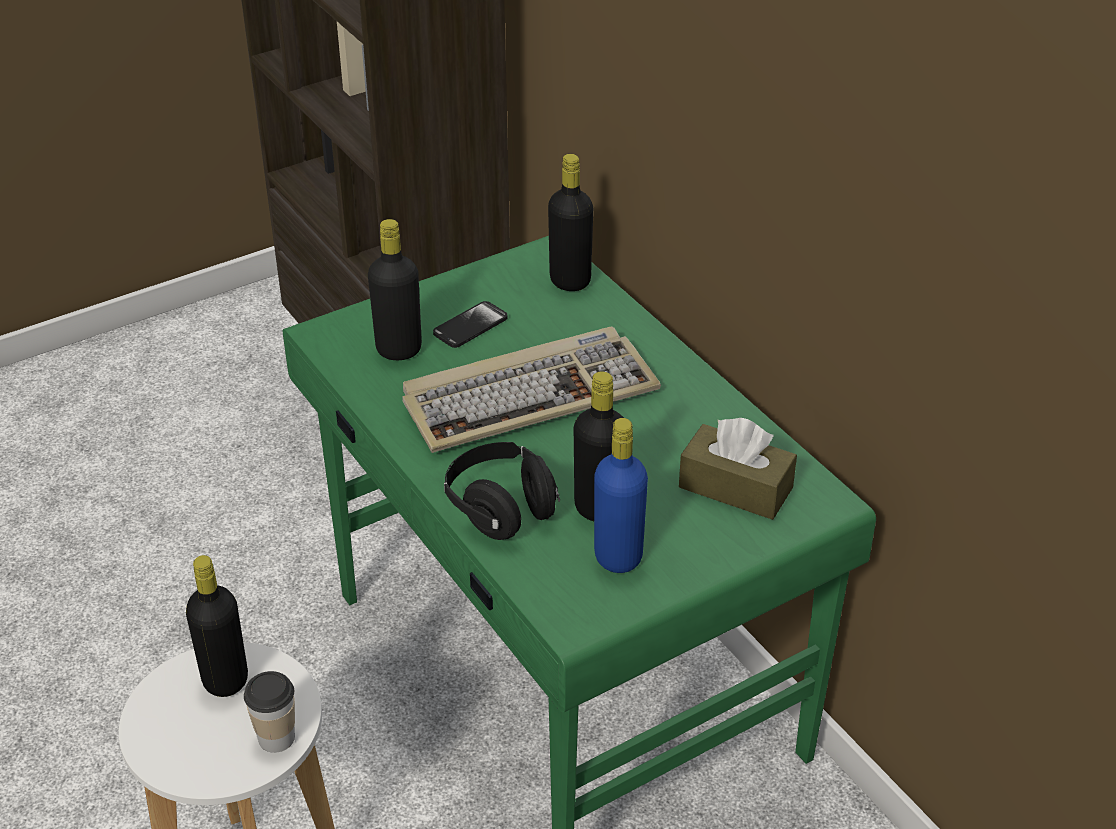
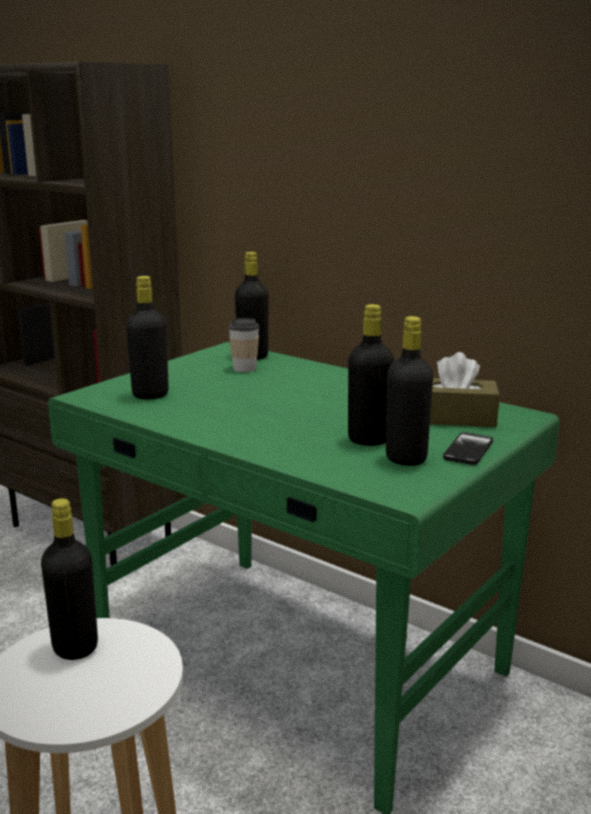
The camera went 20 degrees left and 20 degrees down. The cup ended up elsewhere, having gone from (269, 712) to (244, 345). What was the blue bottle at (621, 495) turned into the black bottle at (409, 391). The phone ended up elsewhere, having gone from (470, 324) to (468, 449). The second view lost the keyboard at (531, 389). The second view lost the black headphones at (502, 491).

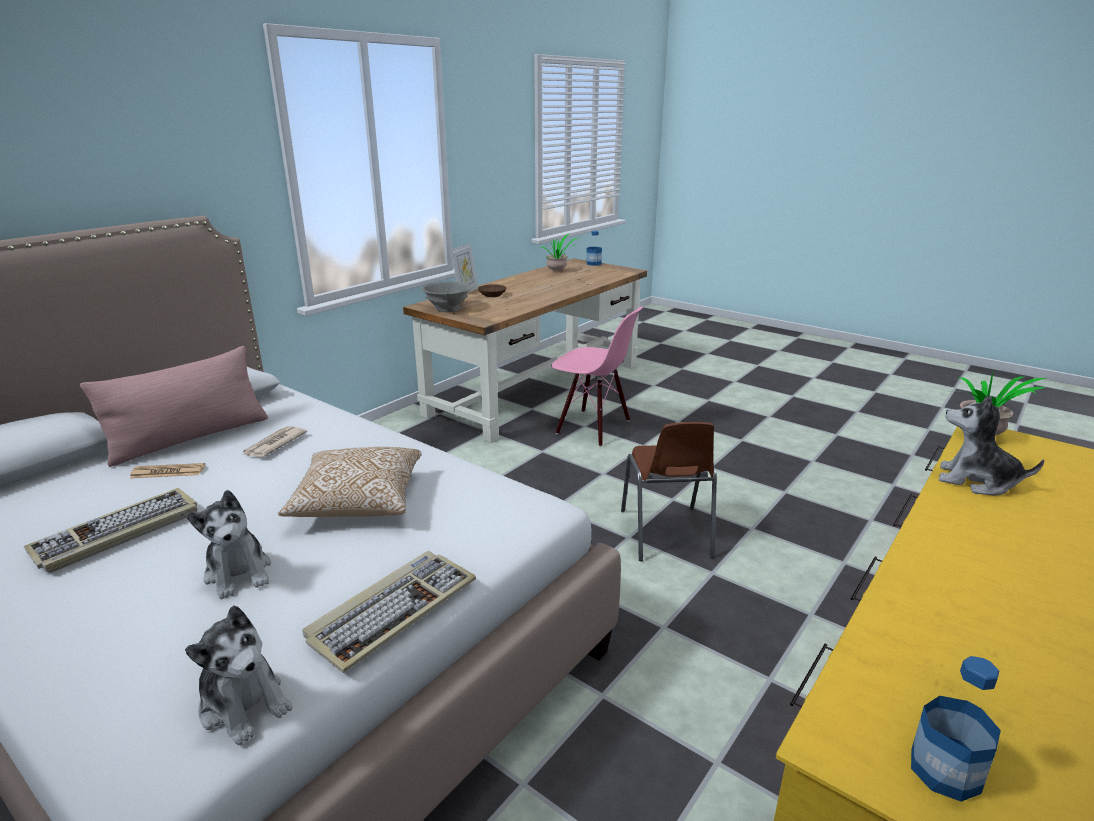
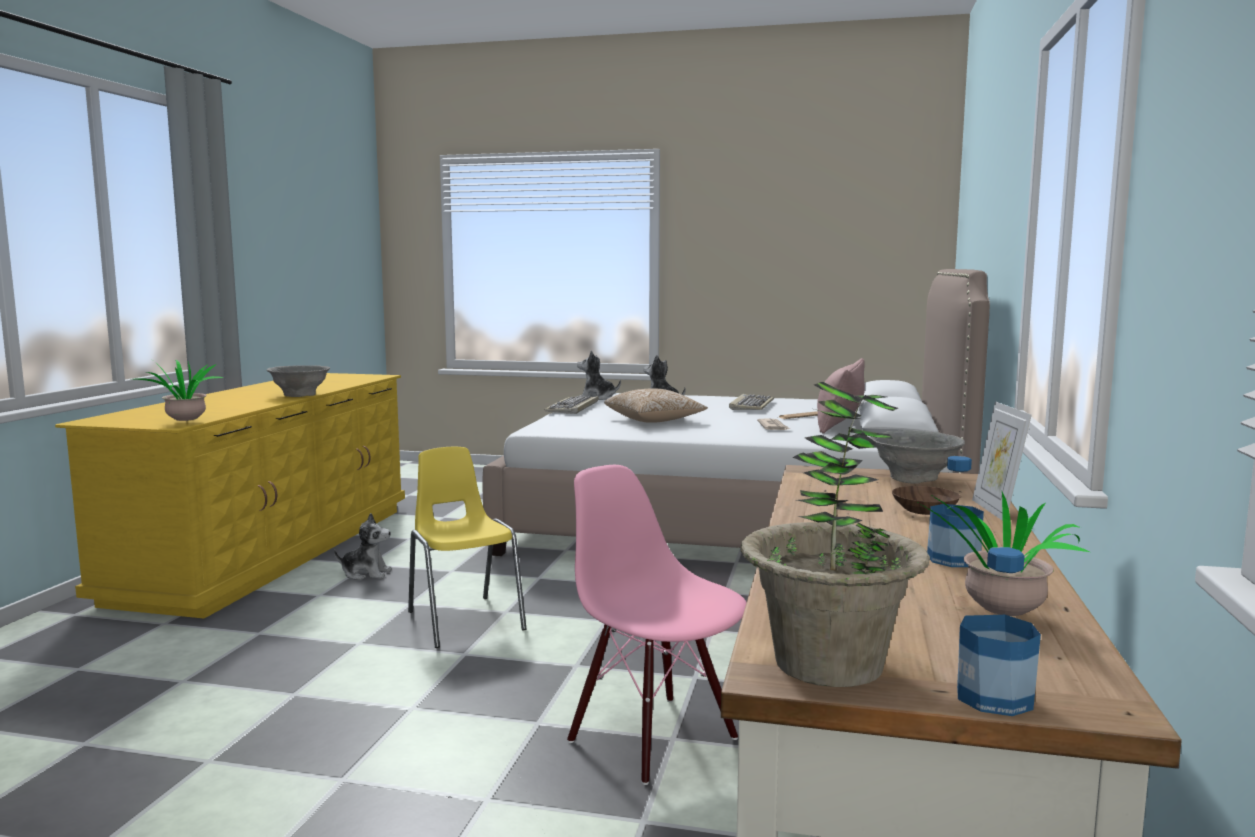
The camera went 155 degrees right and 15 degrees down. The second view gained the grey bowl at (298, 381). The plush toy ended up elsewhere, having gone from (991, 446) to (363, 546). What was the brown chair at (669, 491) turned into the yellow chair at (467, 547). The pink chair at (597, 376) ended up facing another way, 45 degrees clockwise from before. The second view gained the potted plant at (835, 534). The bottle ended up elsewhere, having gone from (956, 728) to (955, 511).

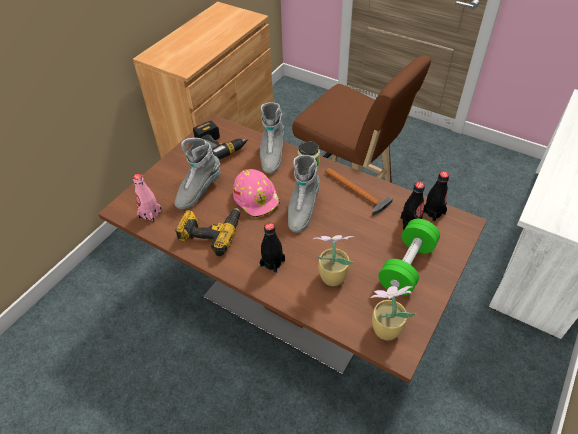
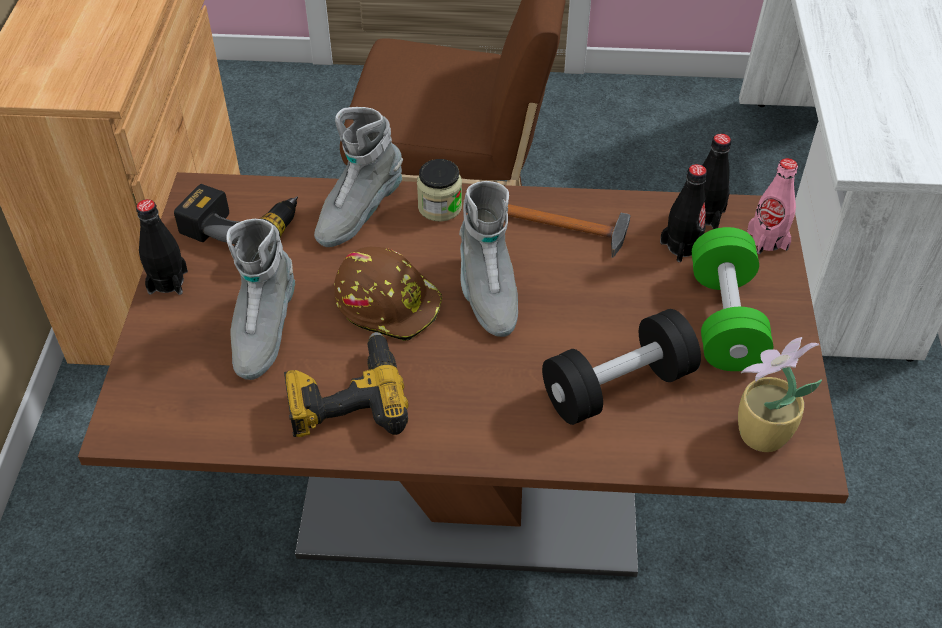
The camera went 30 degrees left and 0 degrees up. The black bottle ended up elsewhere, having gone from (272, 248) to (162, 247). The grey boot at (272, 138) ended up facing another way, 60 degrees clockwise from before. What was the pink hard hat at (256, 193) turned into the brown hard hat at (388, 294). Where the potted plant stood at (334, 260), the black dumbbell came to stand at (621, 367). The pink bottle ended up elsewhere, having gone from (147, 198) to (772, 206).

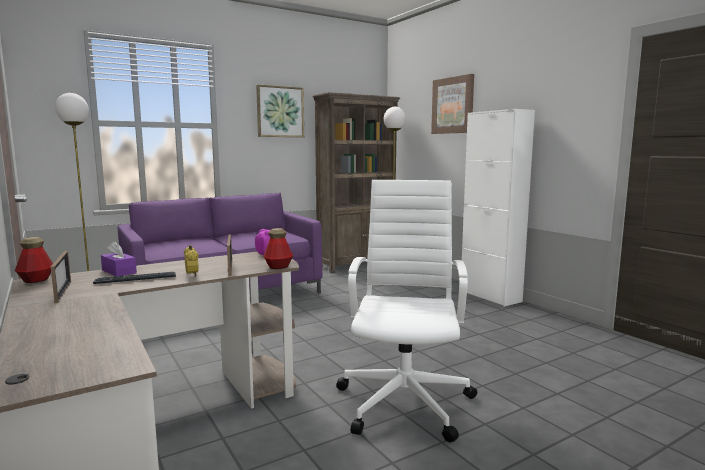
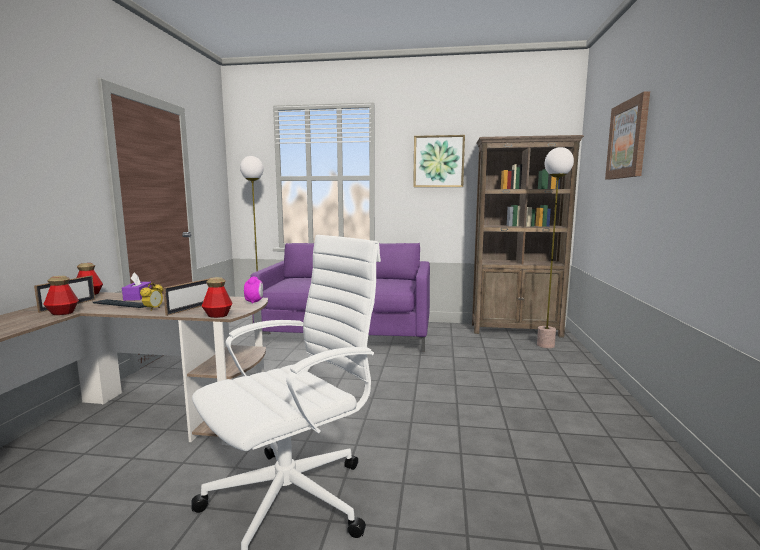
The camera went 40 degrees right and 0 degrees up. The second view gained the bottle at (61, 295). The second view lost the white cabinet at (498, 208).

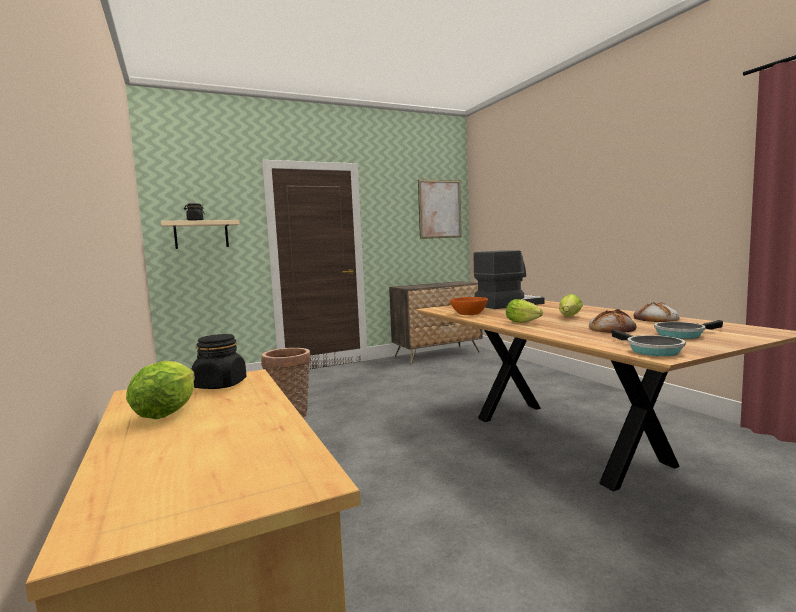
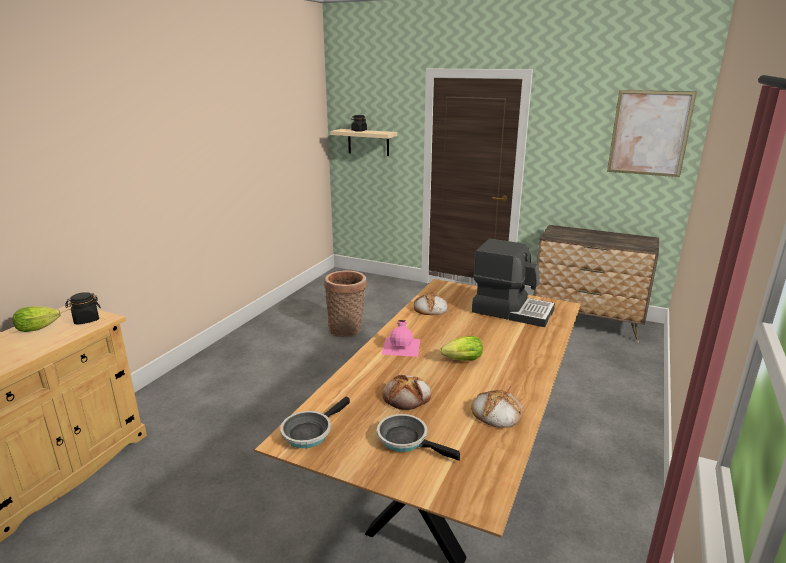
The camera went 50 degrees right and 15 degrees up. Where the lettuce stood at (524, 311), the pink bottle came to stand at (400, 338). Where the orange bowl stood at (469, 306), the bread came to stand at (431, 303).

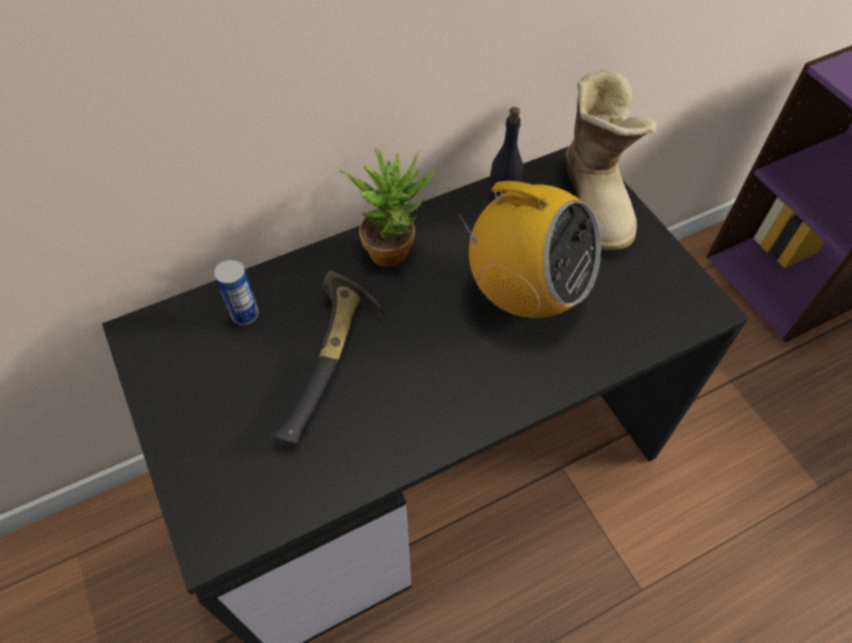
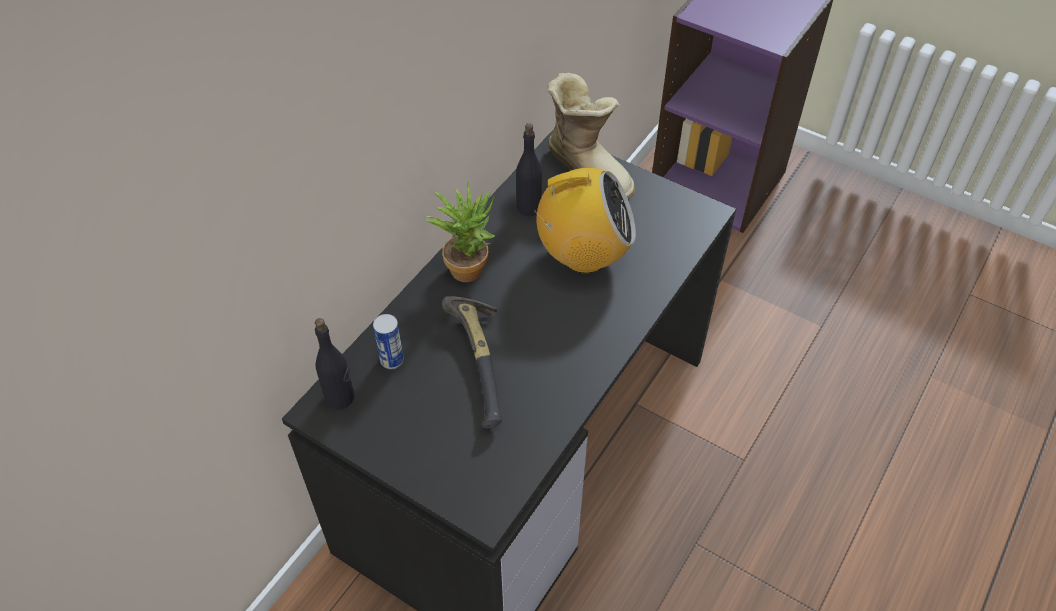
The camera went 30 degrees left and 5 degrees down. The second view gained the black bottle at (335, 364).

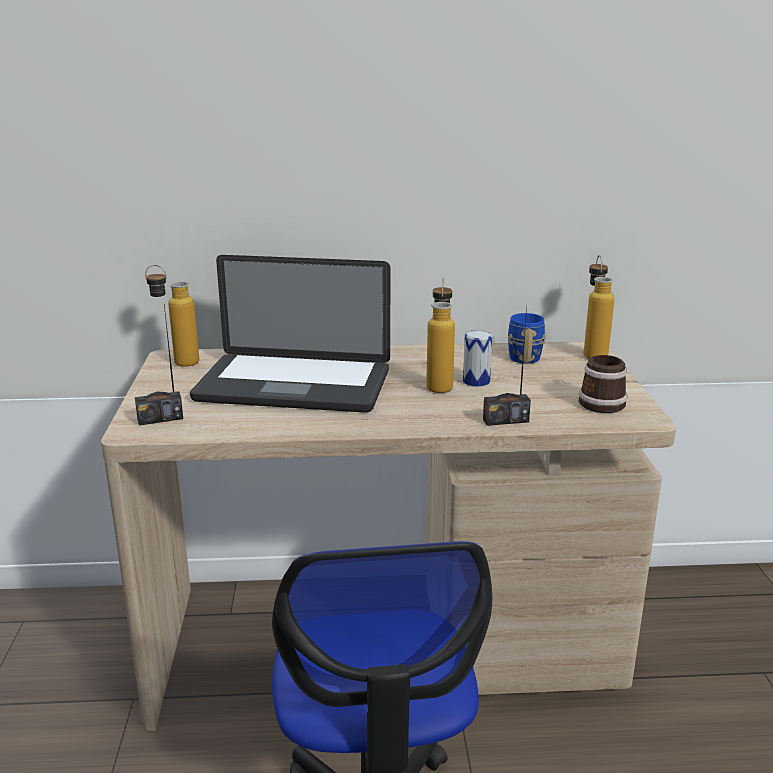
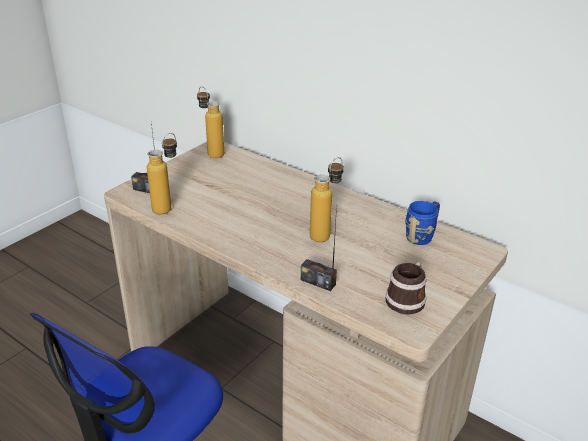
The camera went 40 degrees right and 10 degrees up. The bottle ended up elsewhere, having gone from (599, 307) to (162, 173). The second view lost the laptop at (290, 334). The second view lost the can at (477, 358).

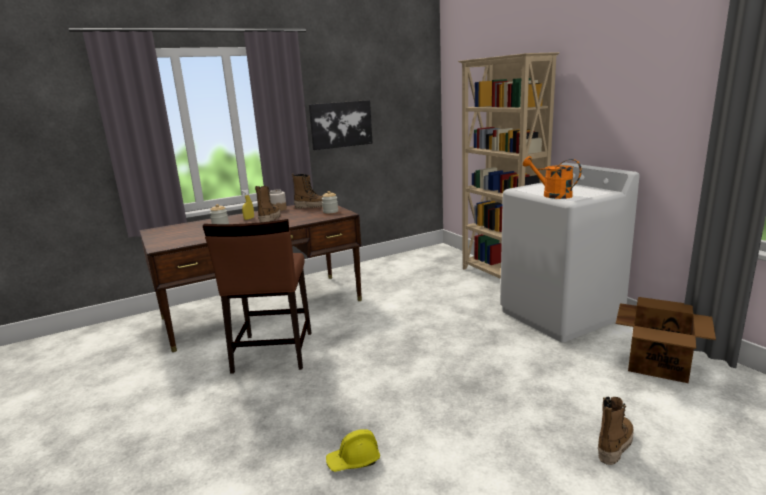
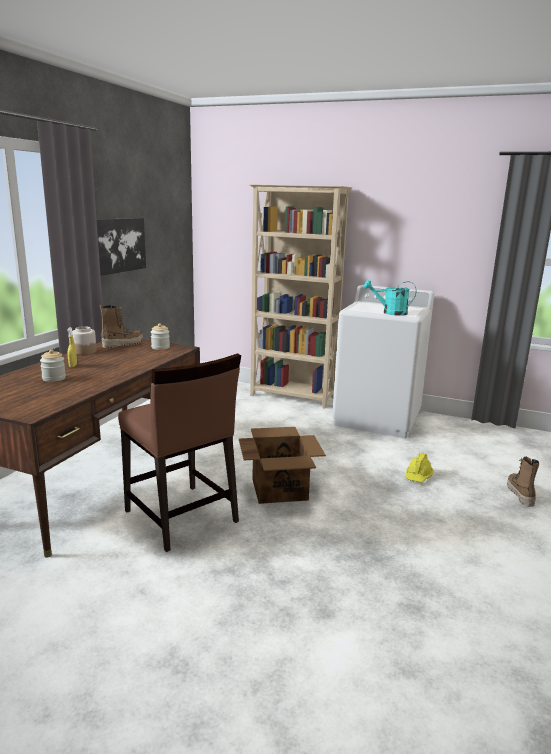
The camera went 40 degrees left and 0 degrees up. The cardboard box ended up elsewhere, having gone from (666, 340) to (282, 465). What was the orange watering can at (552, 177) turned into the turquoise watering can at (389, 297). The yellow hard hat ended up elsewhere, having gone from (353, 450) to (419, 467). The second view lost the boot at (268, 204).

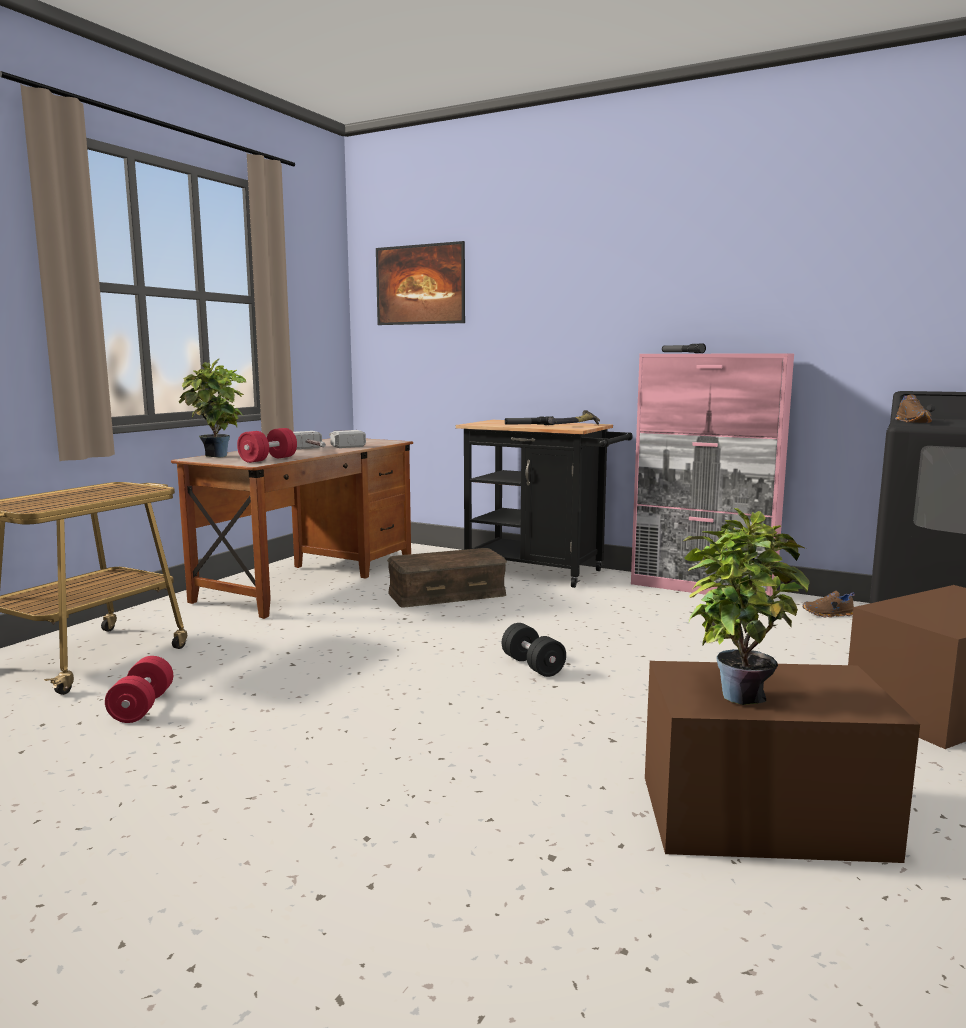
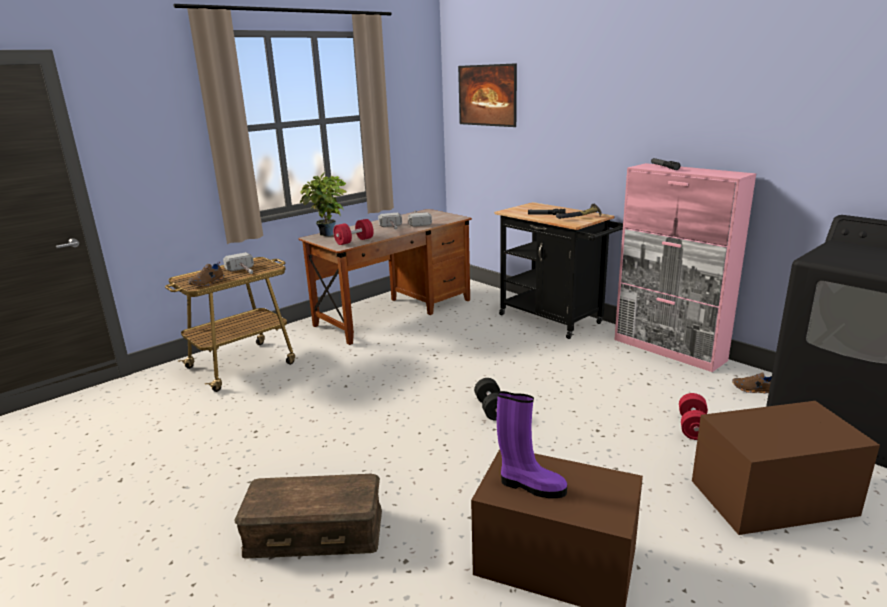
The camera went 20 degrees right and 10 degrees up. The brown shoe ended up elsewhere, having gone from (913, 409) to (206, 273). The second view gained the hammer at (238, 263). The brown storage box ended up elsewhere, having gone from (447, 577) to (308, 516). Where the potted plant stood at (746, 606), the purple boot came to stand at (532, 444). The red dumbbell ended up elsewhere, having gone from (139, 689) to (693, 416).

